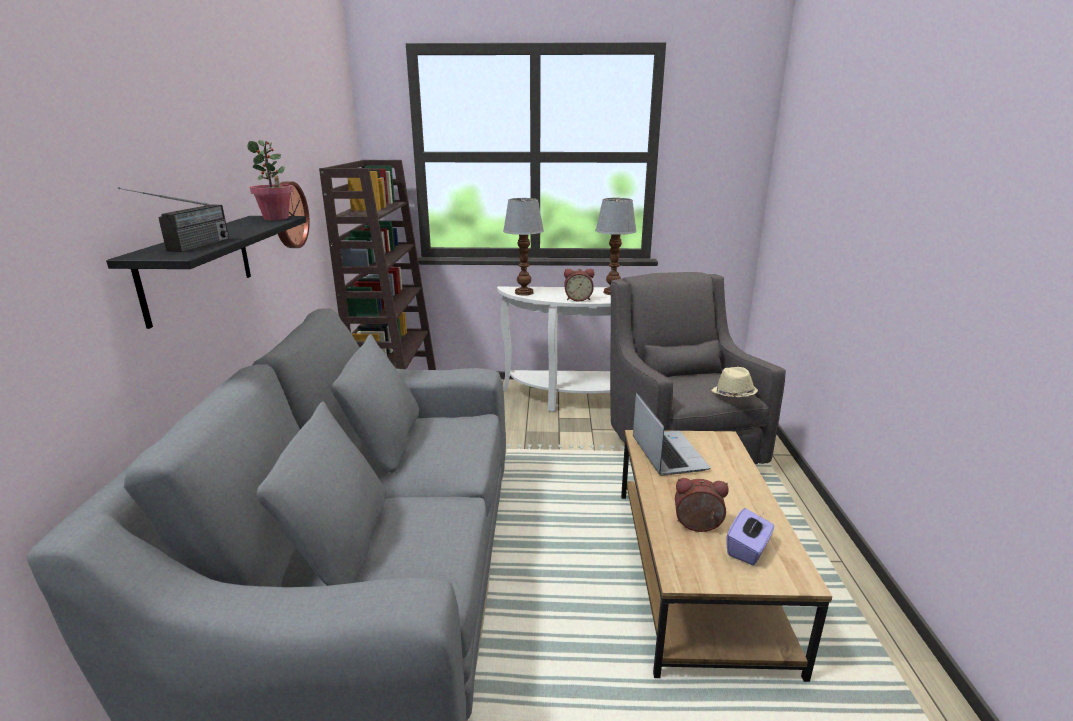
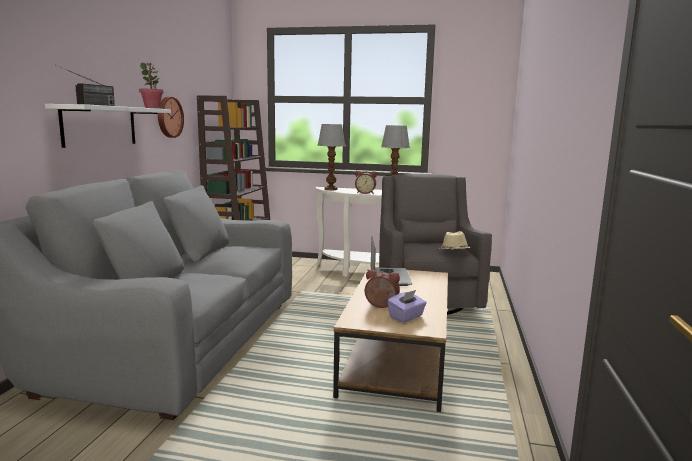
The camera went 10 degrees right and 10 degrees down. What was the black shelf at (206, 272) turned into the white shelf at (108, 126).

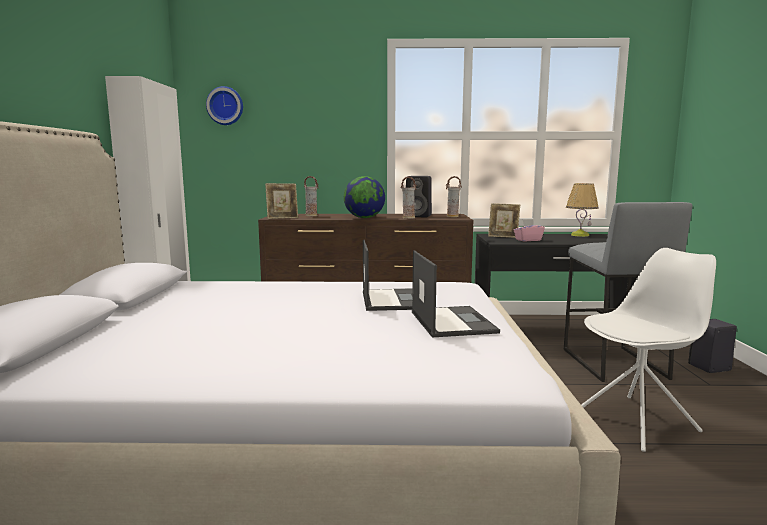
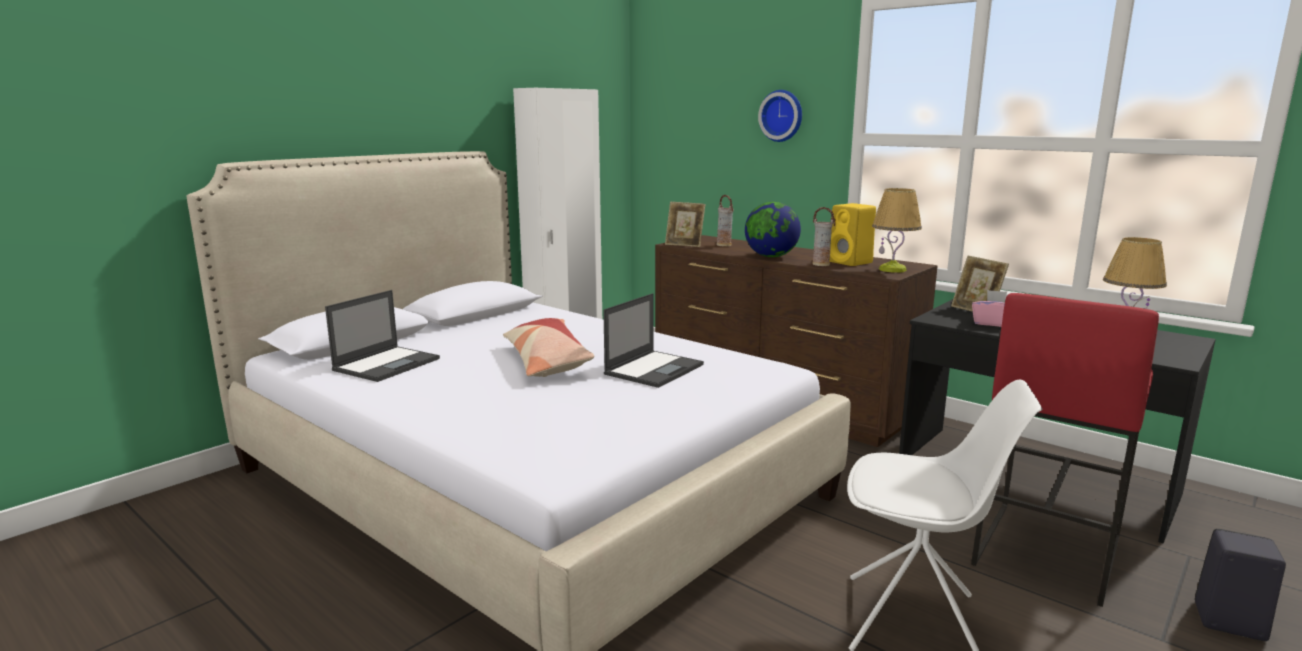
The camera went 40 degrees right and 5 degrees up. The laptop ended up elsewhere, having gone from (456, 294) to (382, 336). The second view gained the pillow at (549, 347). The wall clock ended up elsewhere, having gone from (224, 105) to (780, 116). What was the black speaker at (419, 196) turned into the yellow speaker at (853, 234). Where the vase stood at (454, 196), the table lamp came to stand at (897, 230). What was the grey stool at (627, 292) turned into the red stool at (1065, 450).

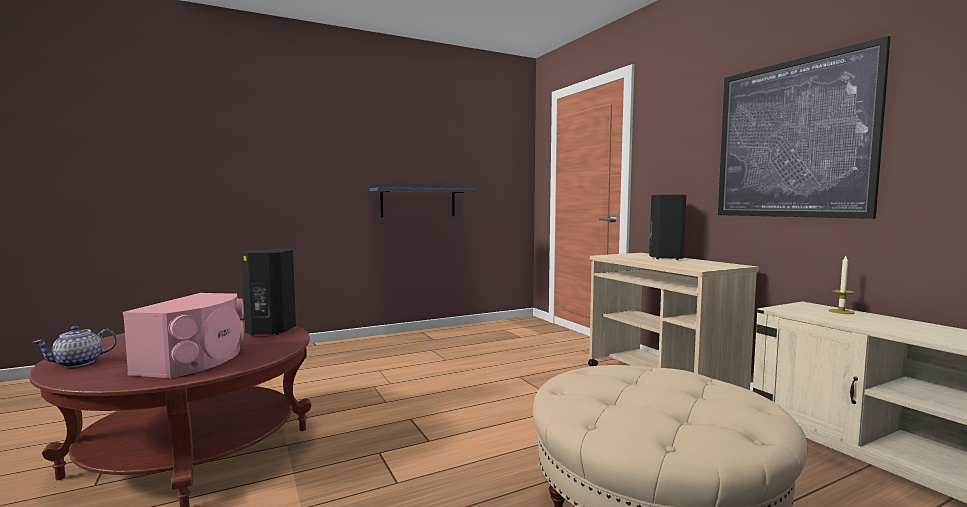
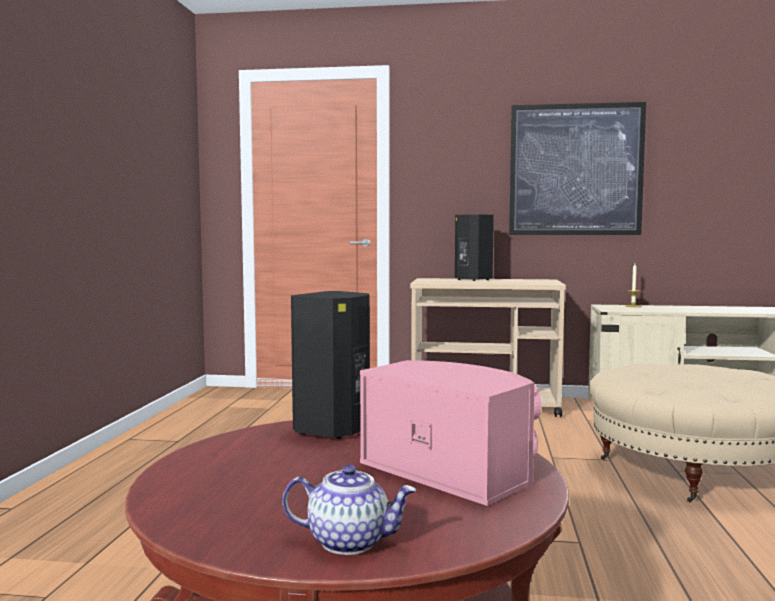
The camera went 55 degrees left and 0 degrees up. The teapot at (74, 346) ended up facing another way, 75 degrees counterclockwise from before. The second view lost the blue shelf at (422, 202).

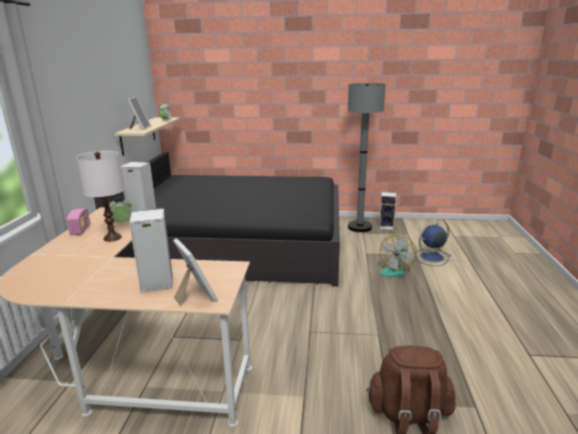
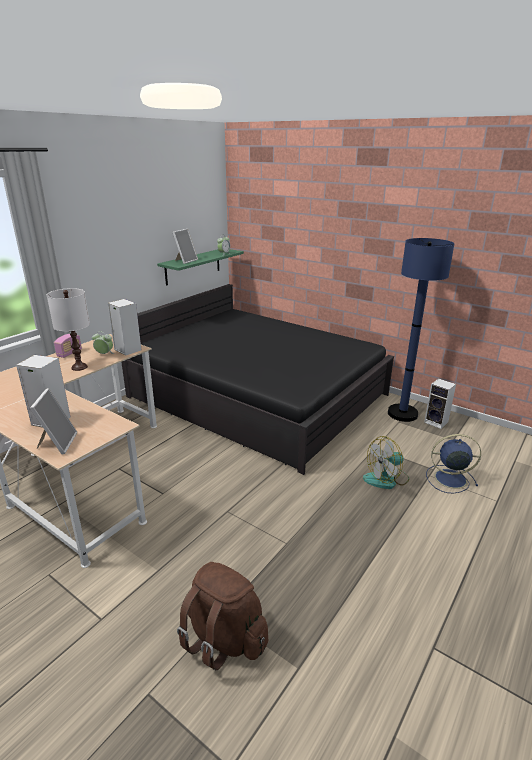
The camera went 30 degrees right and 5 degrees up. What was the beige shelf at (147, 137) turned into the green shelf at (200, 267). What was the grey floor lamp at (367, 157) turned into the blue floor lamp at (421, 330).

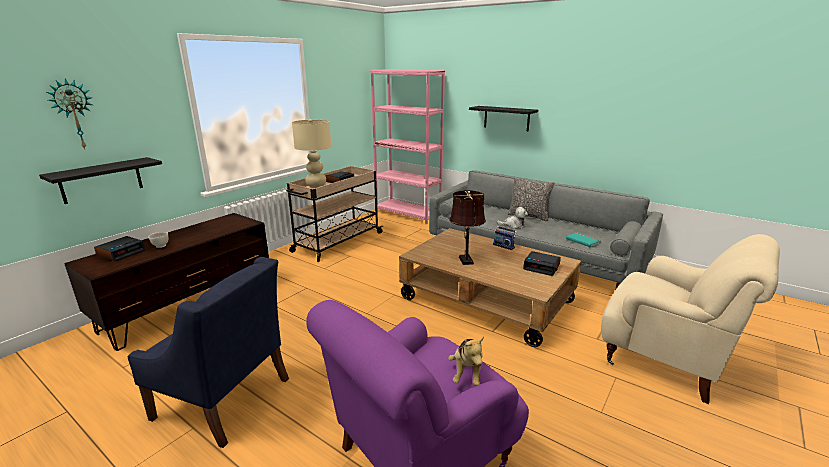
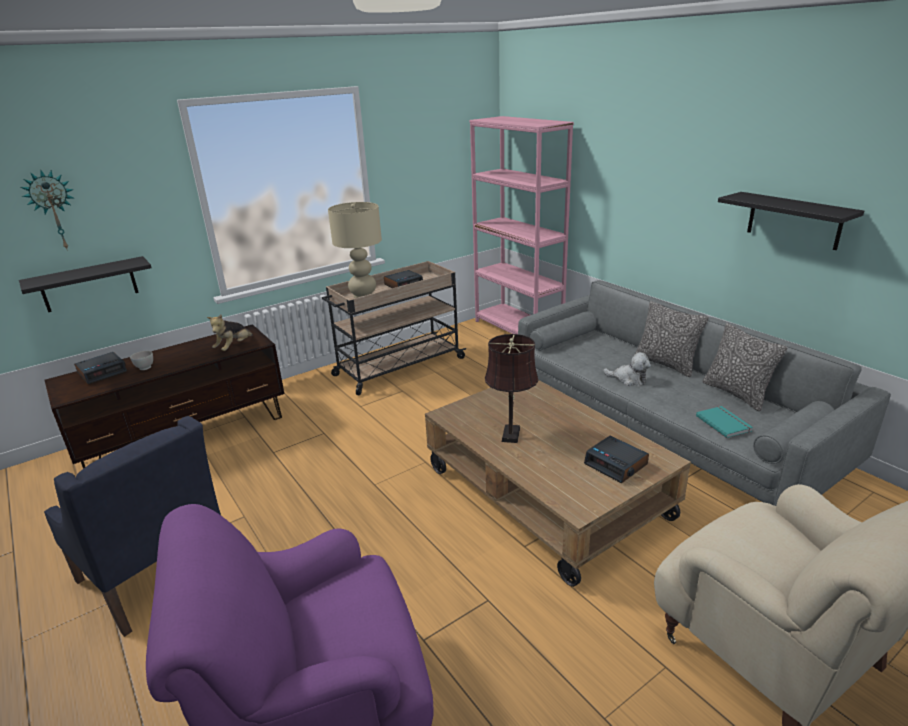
The camera went 20 degrees right and 5 degrees up. The plush toy ended up elsewhere, having gone from (466, 361) to (230, 332). The second view gained the pillow at (745, 367). The black shelf ended up elsewhere, having gone from (503, 118) to (791, 221). The second view lost the radio at (505, 236).

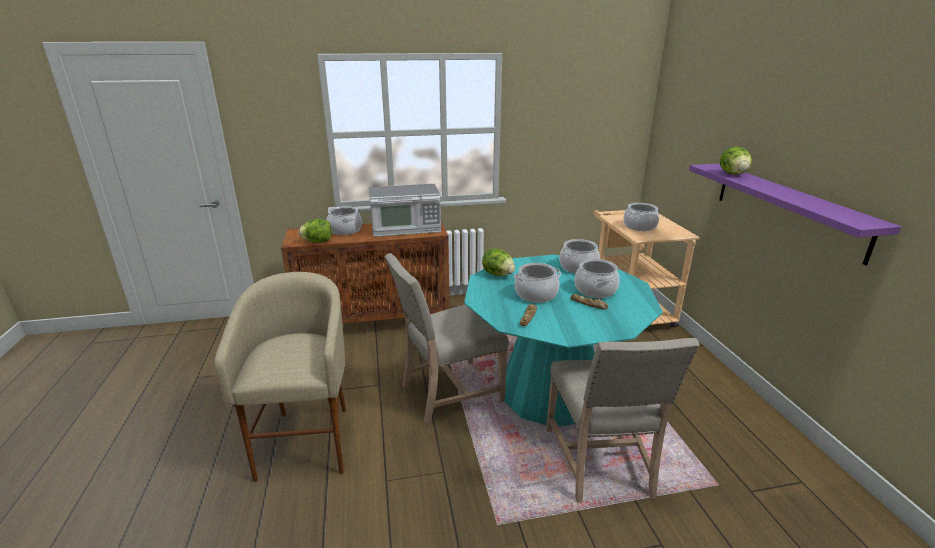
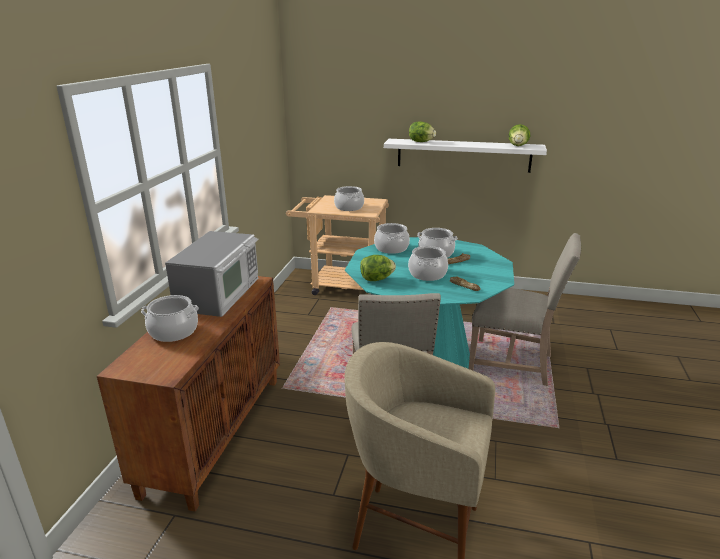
The camera went 65 degrees left and 0 degrees up. What was the purple shelf at (795, 214) turned into the white shelf at (465, 156). The lettuce ended up elsewhere, having gone from (315, 231) to (519, 135).

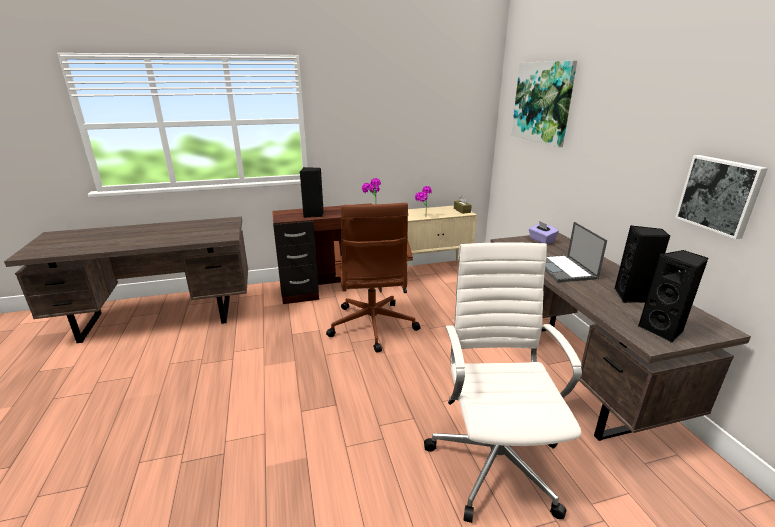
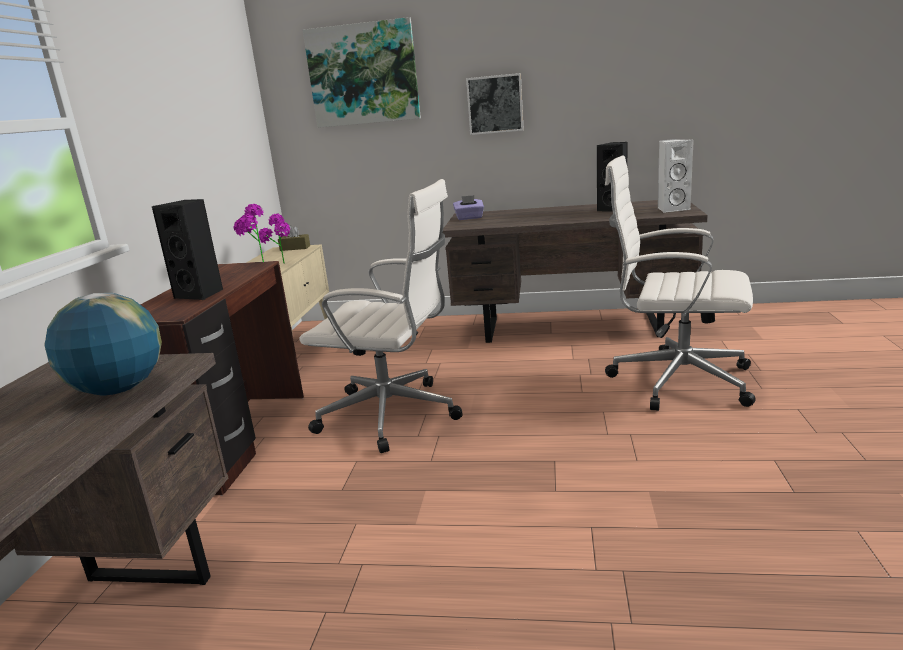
The camera went 65 degrees left and 5 degrees down. The second view gained the globe at (103, 344). What was the brown office chair at (373, 278) turned into the white office chair at (381, 316). The picture ended up elsewhere, having gone from (721, 197) to (495, 104). What was the black speaker at (673, 296) turned into the white speaker at (676, 176). The second view lost the laptop at (576, 252).

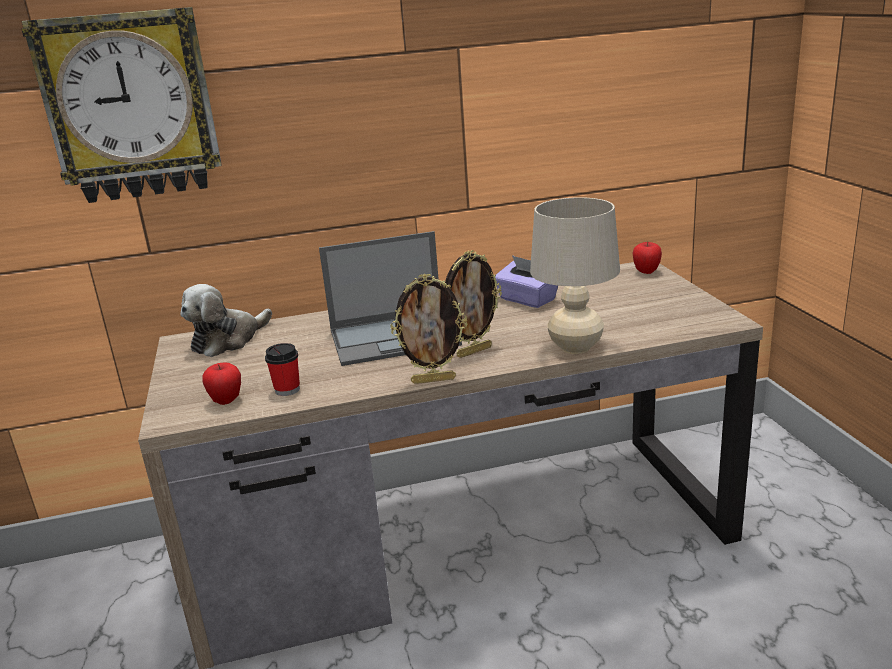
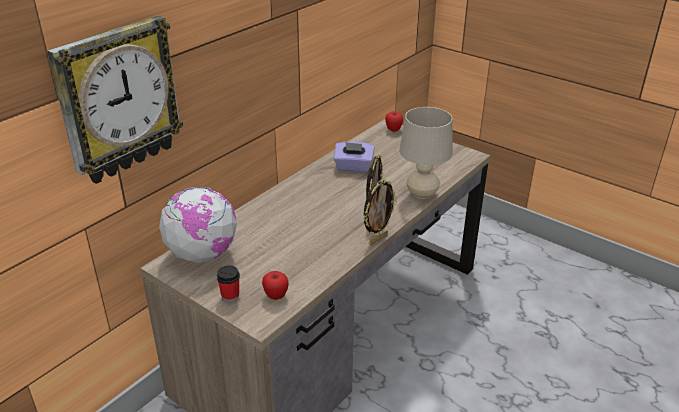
The camera went 40 degrees left and 10 degrees up. Where the plush toy stood at (226, 320), the globe came to stand at (198, 225). The cup ended up elsewhere, having gone from (282, 369) to (228, 283). The second view lost the laptop at (390, 298).

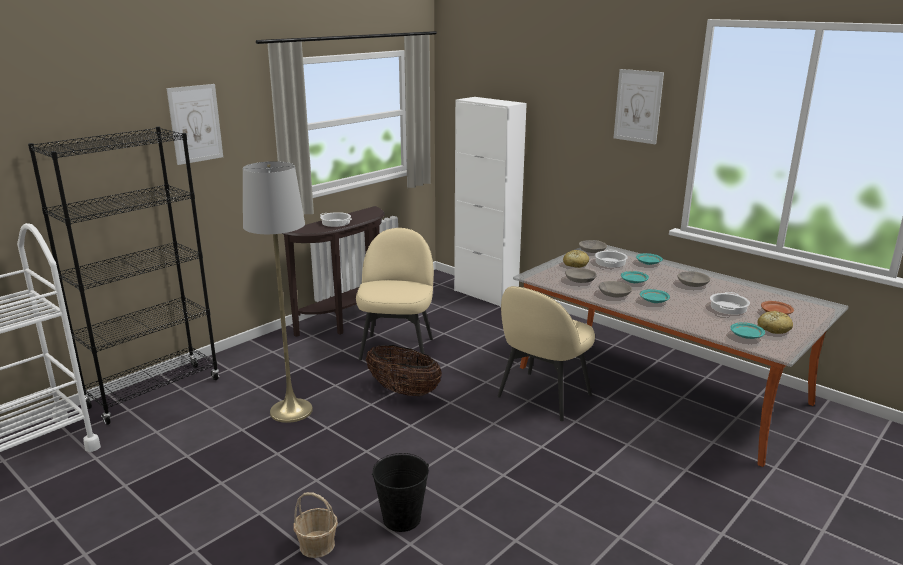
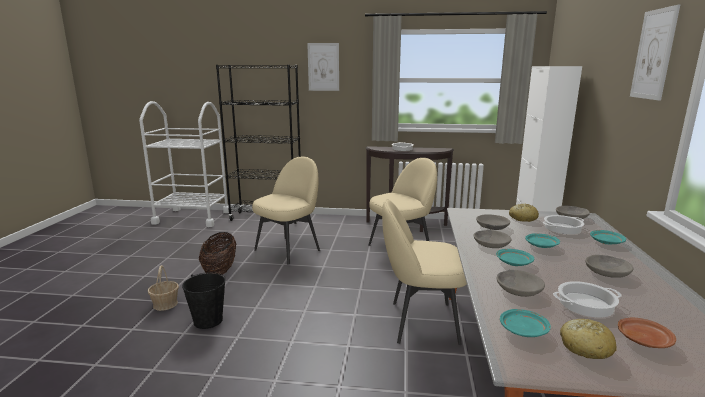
The camera went 55 degrees right and 5 degrees down. The basket ended up elsewhere, having gone from (404, 370) to (218, 253). Where the grey floor lamp stood at (278, 292), the beige chair came to stand at (286, 210). The second view gained the grey bowl at (520, 283).

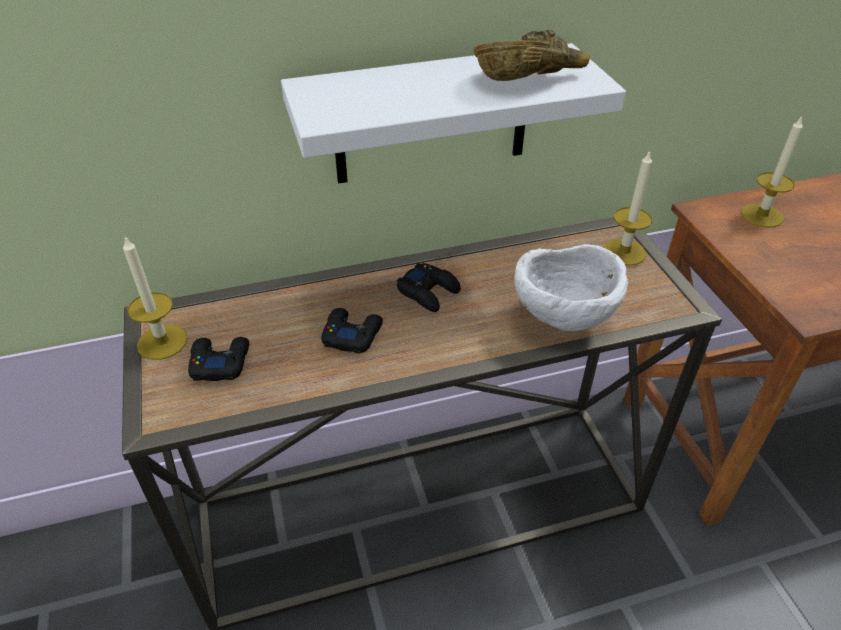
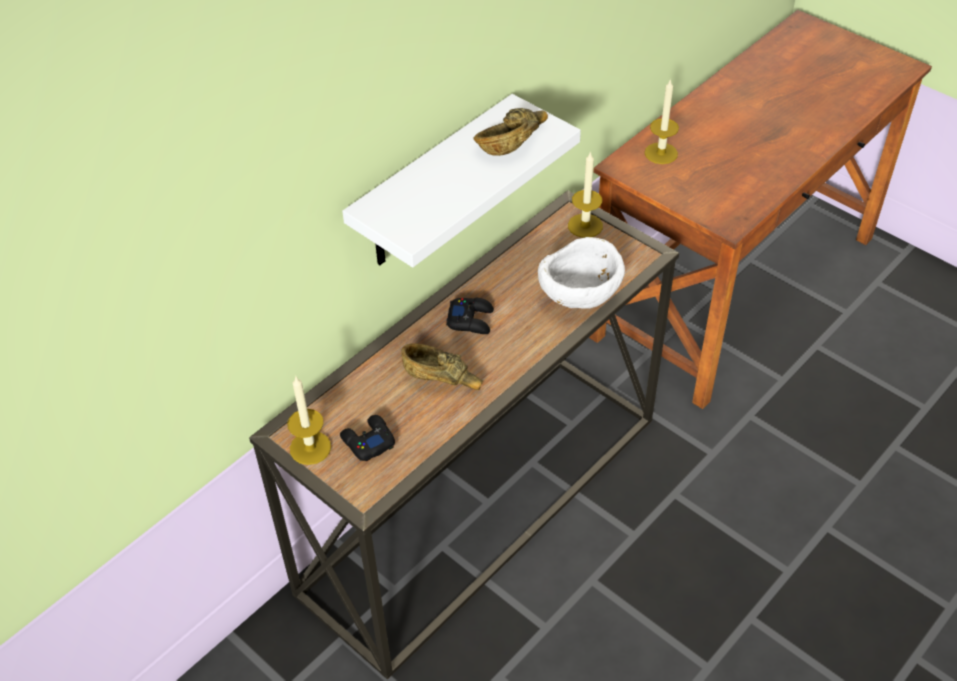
The camera went 30 degrees left and 5 degrees up. Where the black game controller stood at (352, 331), the brown bowl came to stand at (442, 366).

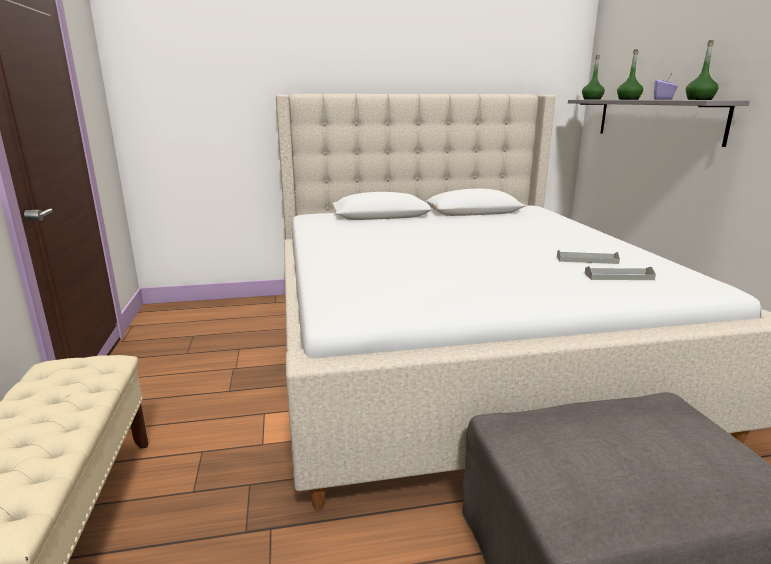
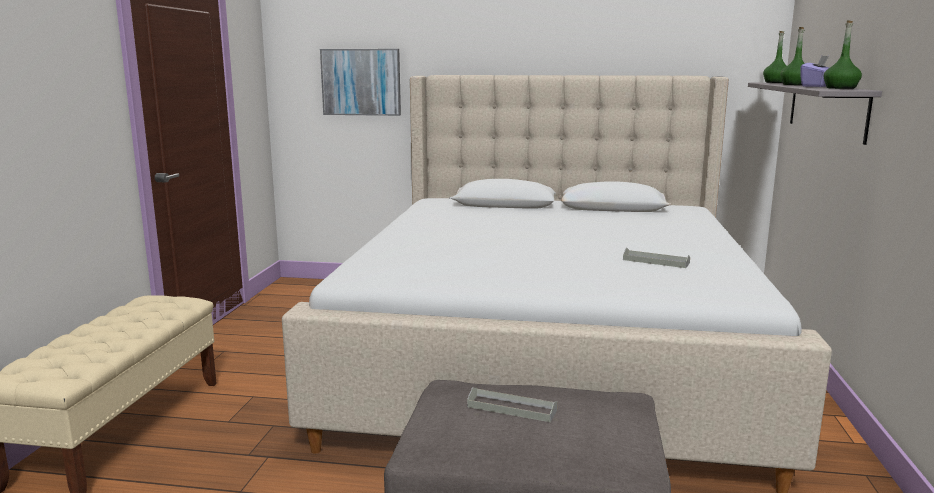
The camera went 20 degrees right and 5 degrees down. The second view gained the picture at (360, 82). The grey tray ended up elsewhere, having gone from (620, 273) to (512, 405).

